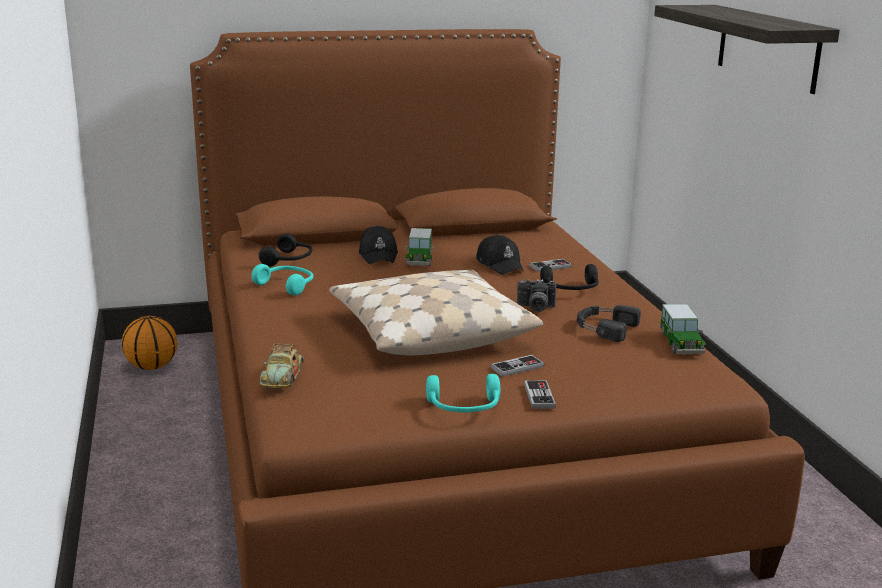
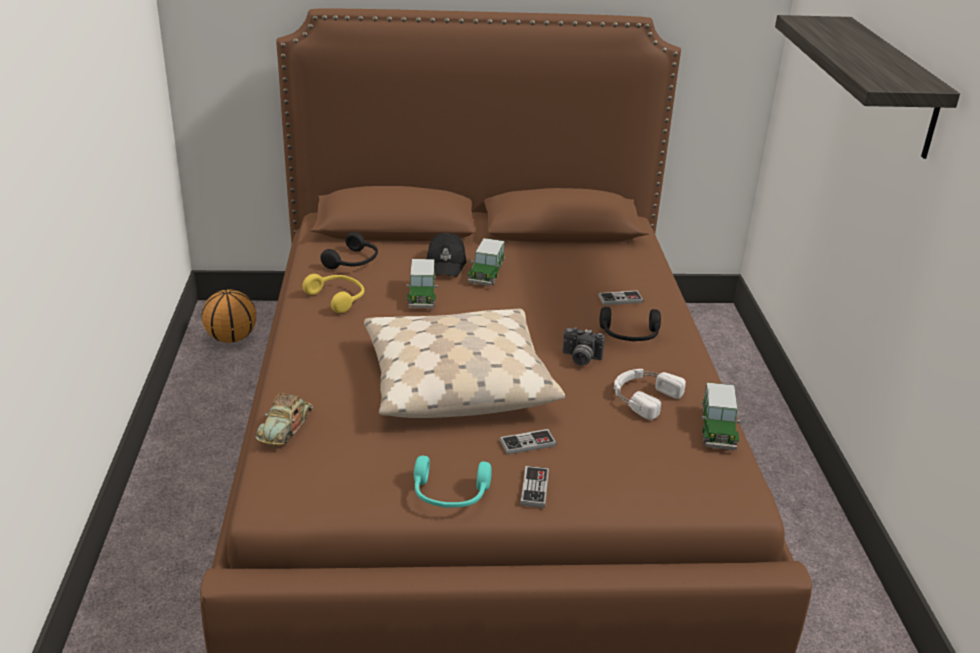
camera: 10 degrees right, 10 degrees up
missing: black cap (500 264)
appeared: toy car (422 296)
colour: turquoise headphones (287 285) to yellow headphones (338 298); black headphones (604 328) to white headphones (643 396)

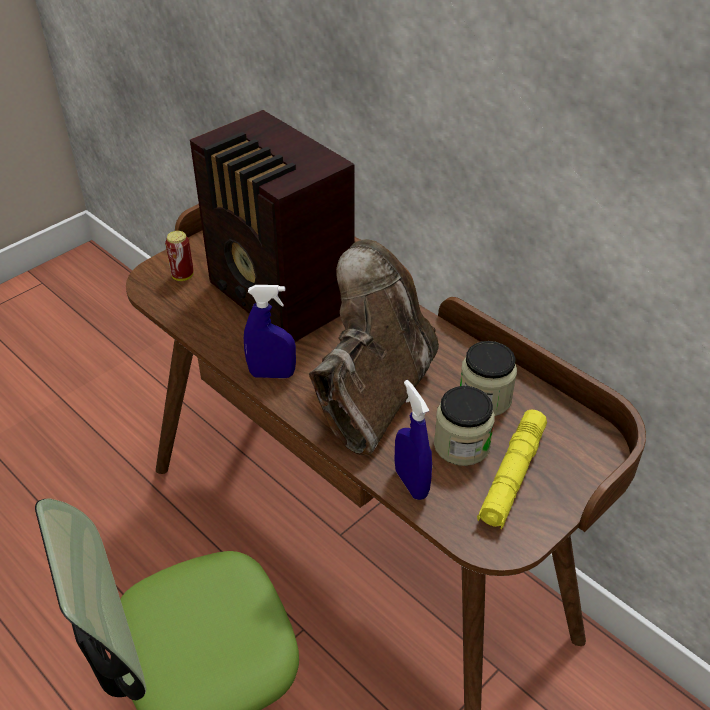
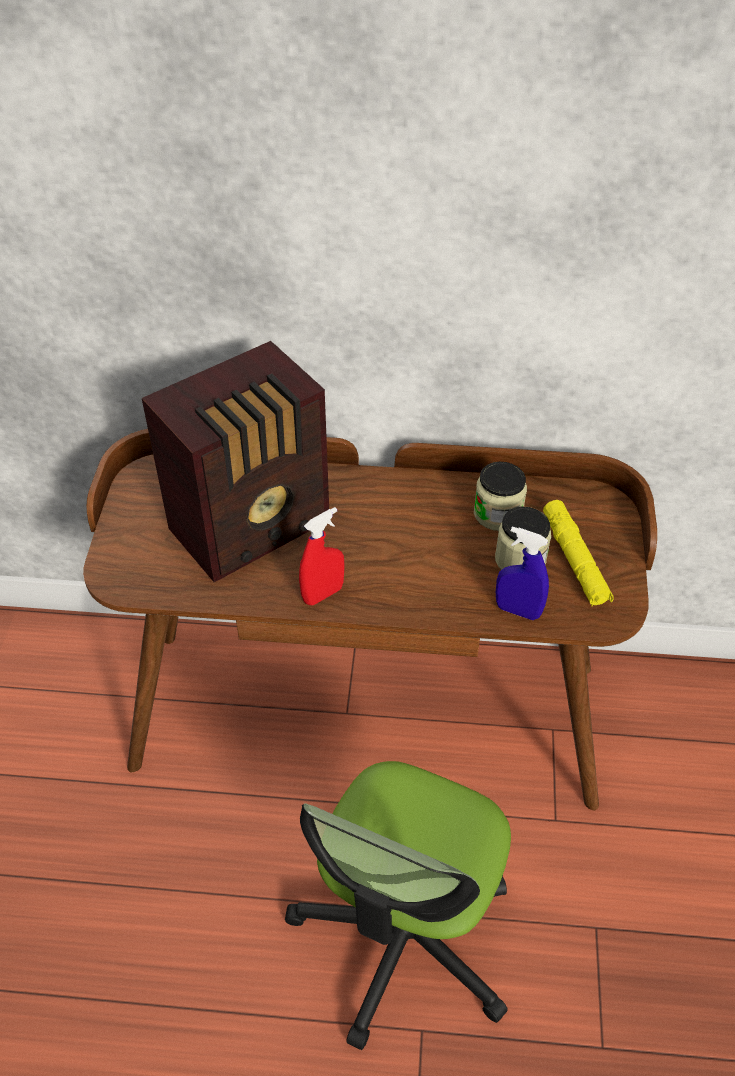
camera: 40 degrees left, 5 degrees up
missing: can (182 276); brown boot (372 395)
colour: blue spray bottle (272 374) to red spray bottle (323 594)
spun: radio (280 299) = (254 526) 45 degrees counterclockwise

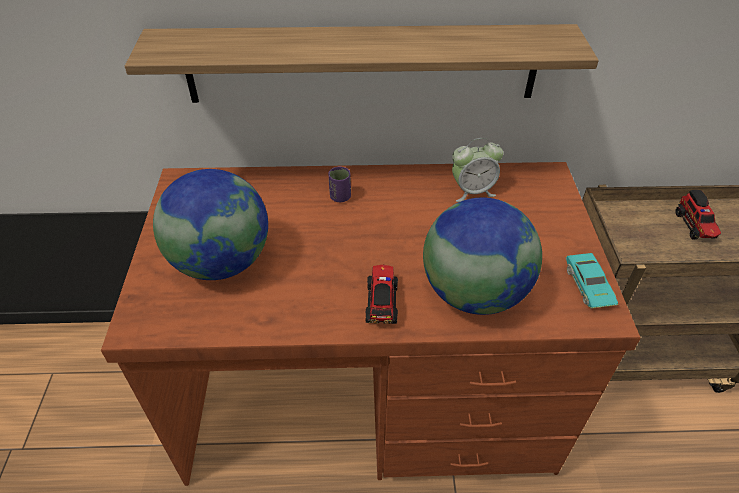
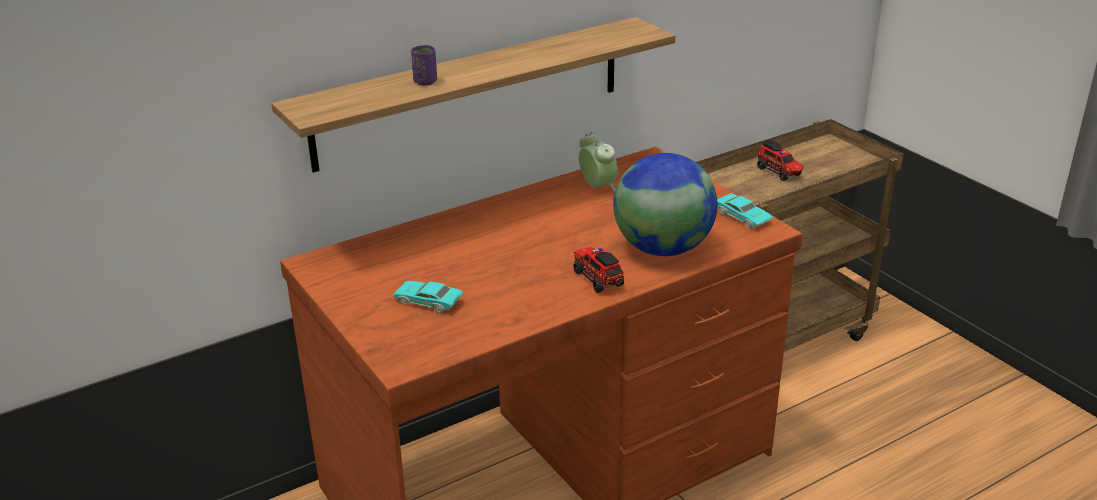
camera: 30 degrees left, 15 degrees down
relocated: purple cup (340 197) to (425 82)
exchanged: globe (221 262) to turquoise toy car (428 301)
spun: alarm clock (472 191) = (598 188) 75 degrees counterclockwise

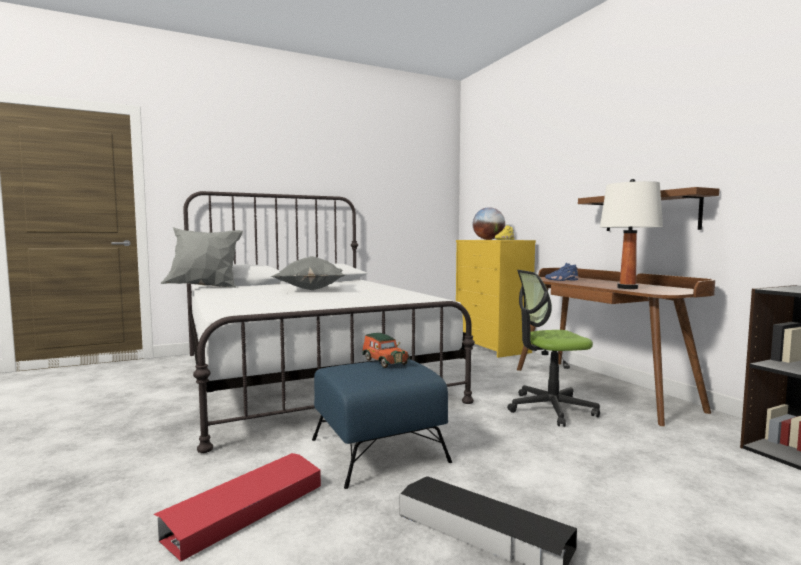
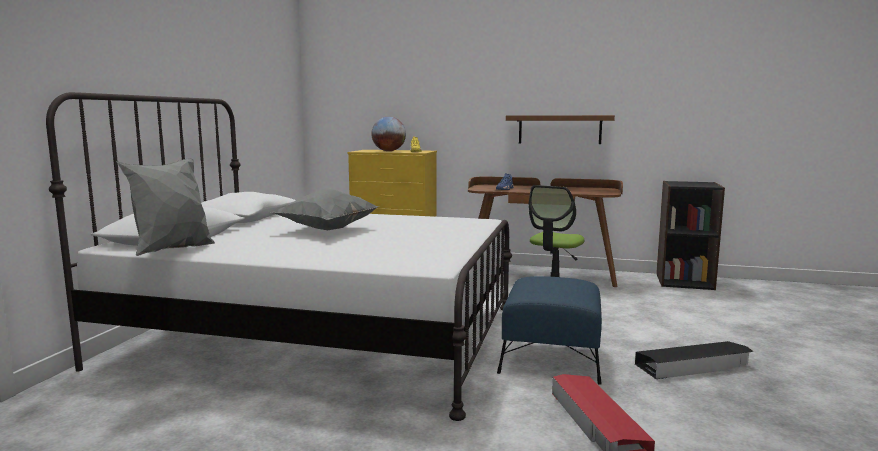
camera: 50 degrees left, 5 degrees up
missing: toy car (384 361); white table lamp (627 288)

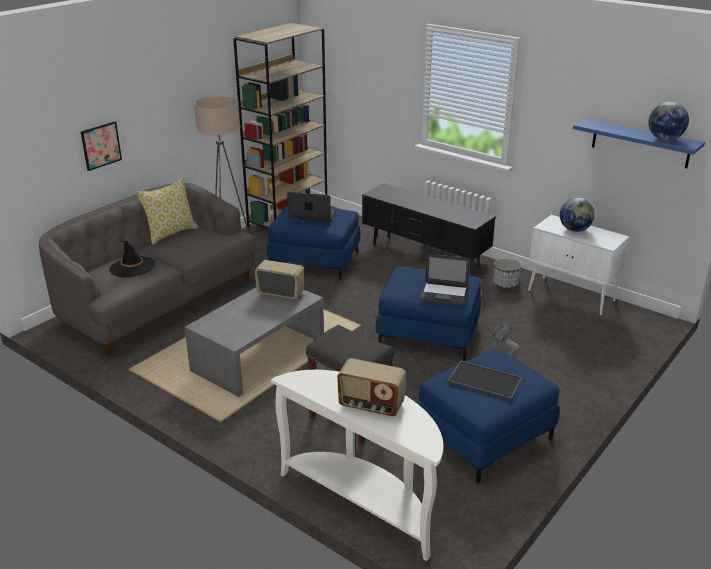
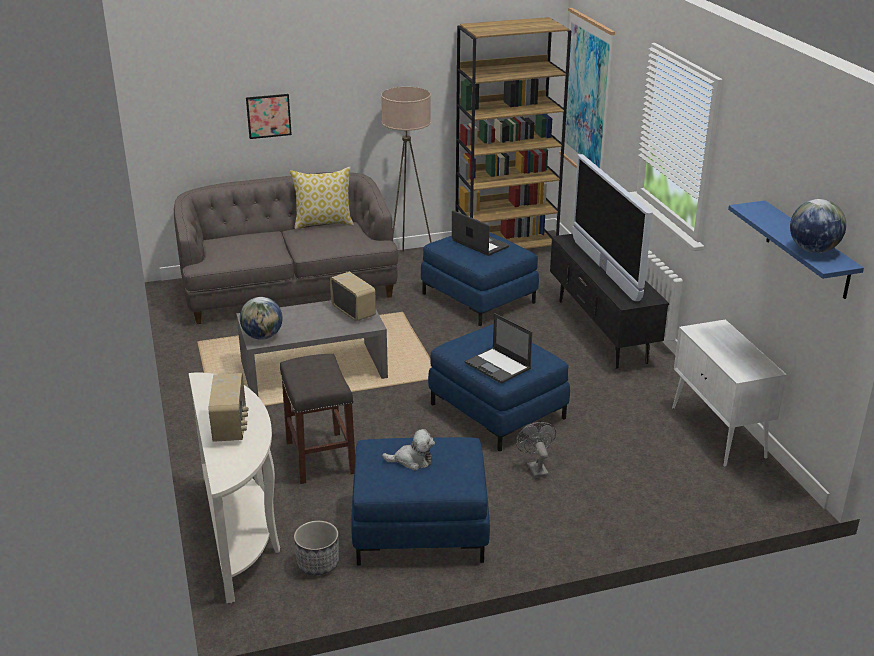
camera: 35 degrees right, 0 degrees up
missing: black hat (132 267)
appeared: picture (587 97); television (605 270)
relocated: planter (505 284) to (318 563); globe (574 230) to (263 336)
exchanged: tray (483 381) to plush toy (412 460)
spun: radio (371 405) = (231 426) 150 degrees counterclockwise

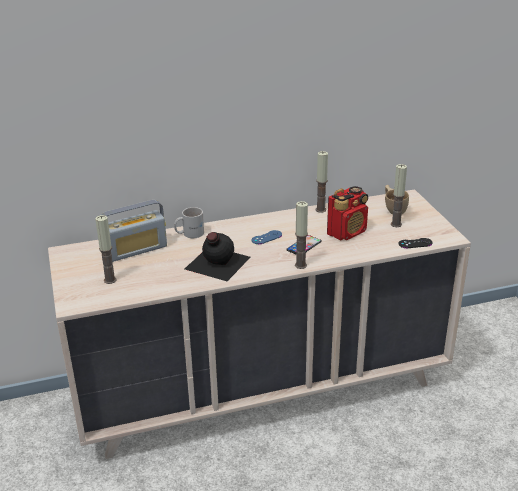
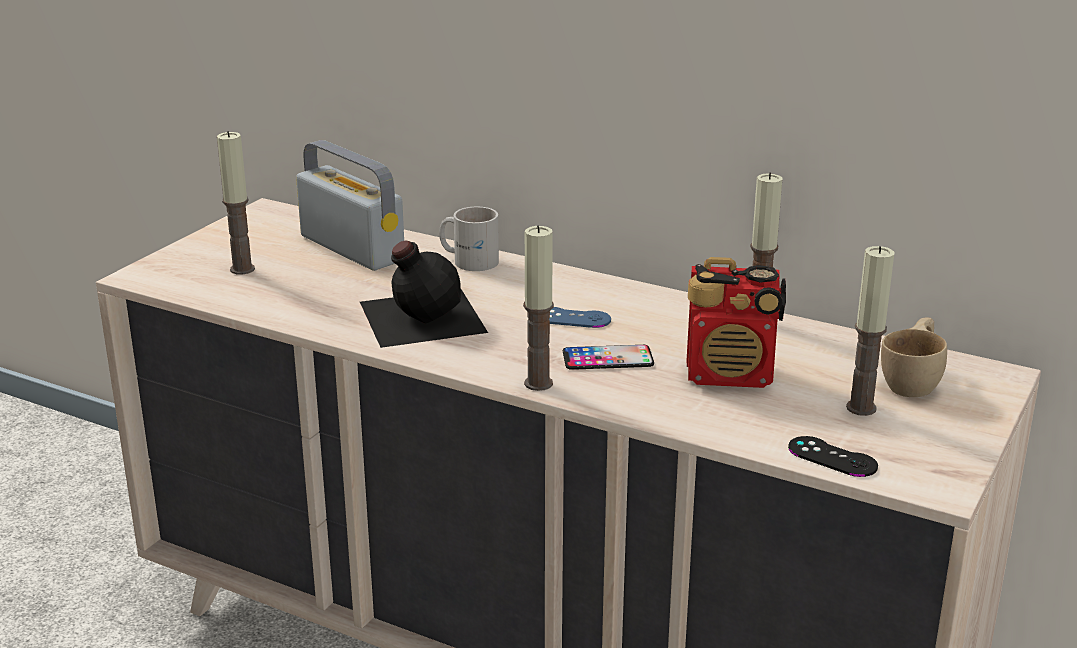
camera: 45 degrees right, 5 degrees down
spun: radio (135 250) = (351 248) 150 degrees counterclockwise

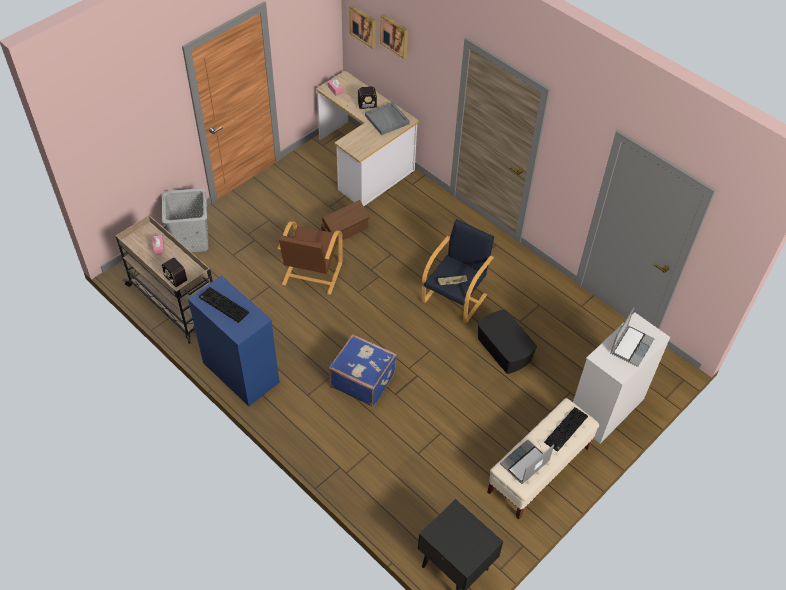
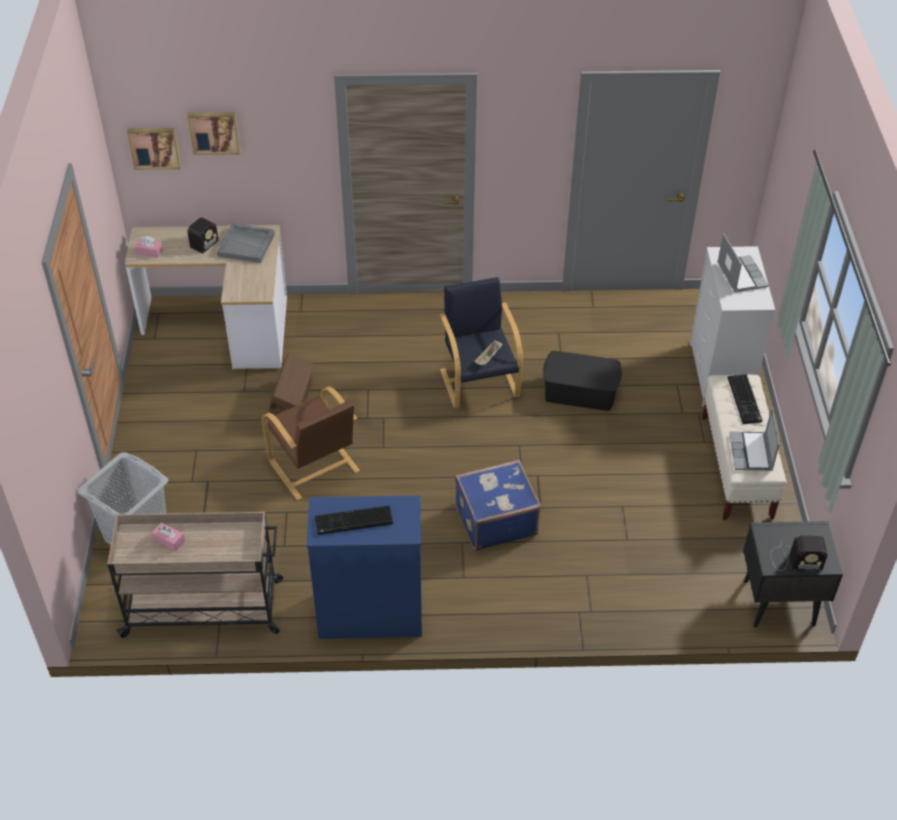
camera: 45 degrees left, 5 degrees down
relocated: radio (173 273) to (794 560)

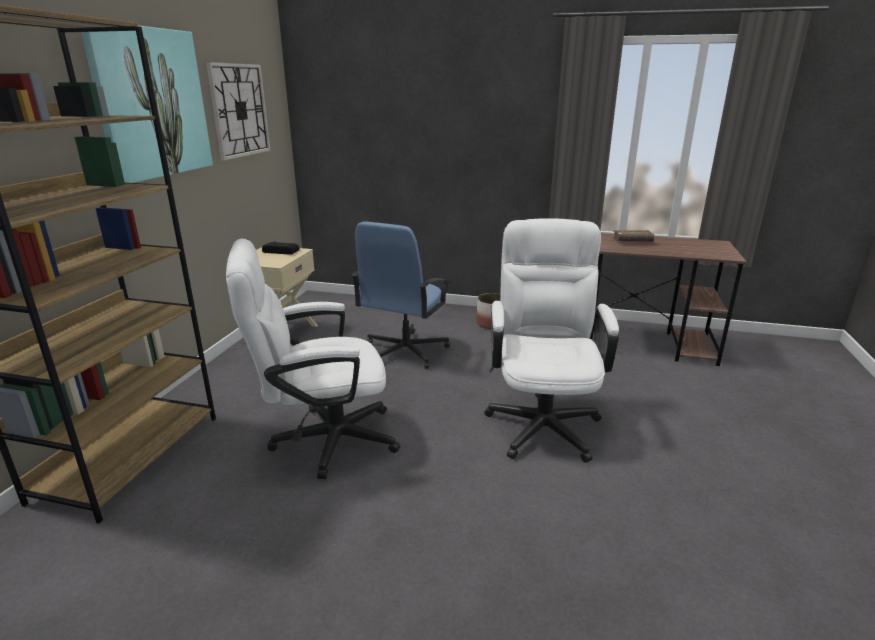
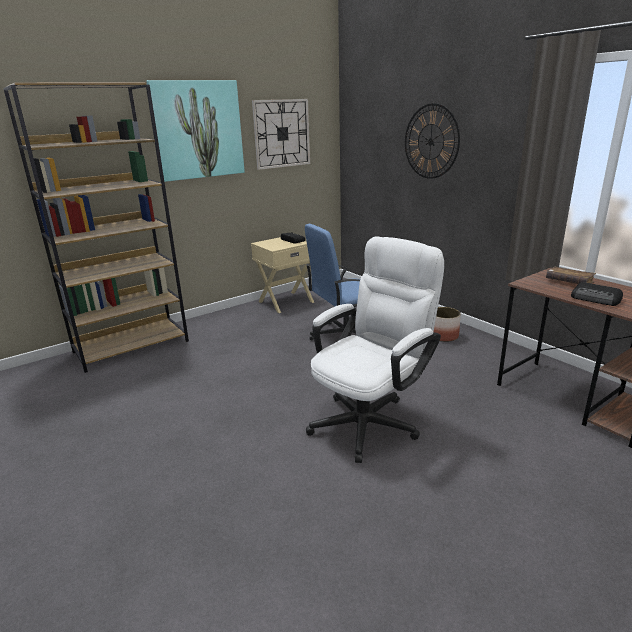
camera: 40 degrees right, 0 degrees up
missing: white office chair (323 440)
appeared: wall clock (431 141); radio (596 298)

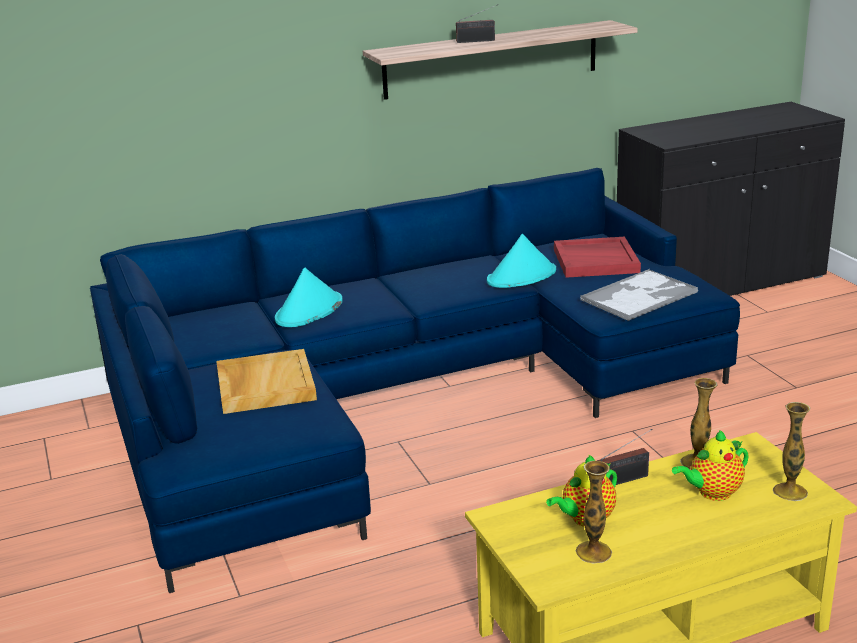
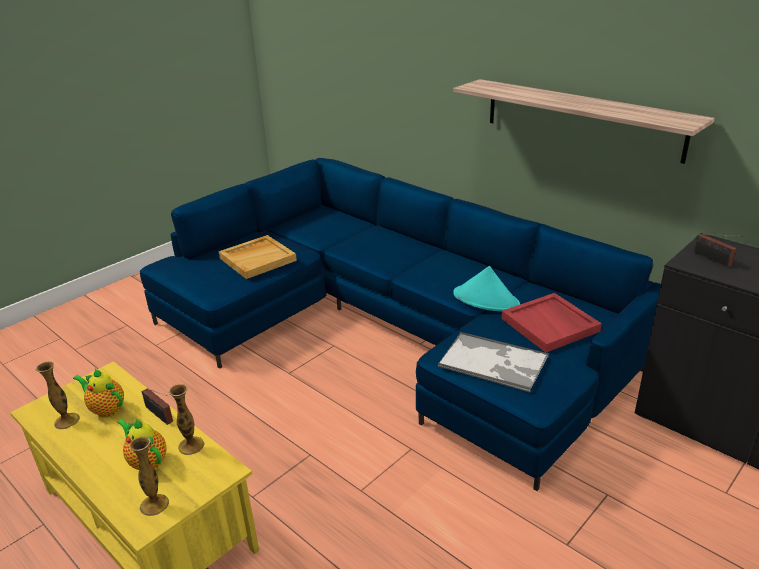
camera: 65 degrees right, 5 degrees up
missing: turquoise hat (309 311)
relocated: radio (478 41) to (713 260)

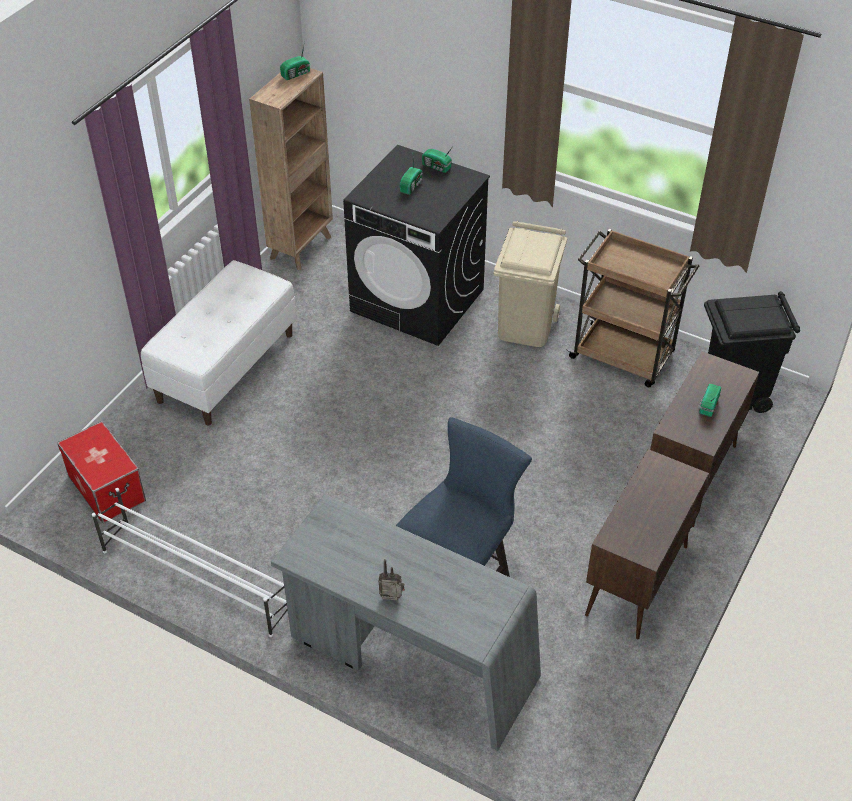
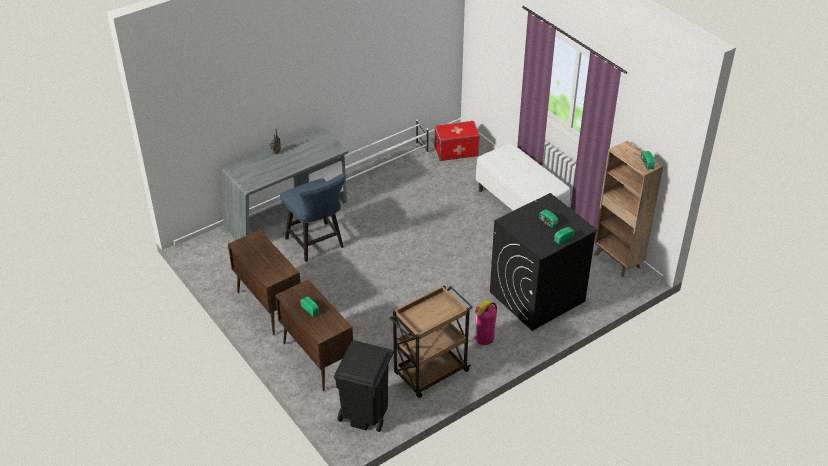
camera: 115 degrees right, 5 degrees down
exchanged: beige trash can (526 327) to fire extinguisher (484 337)

